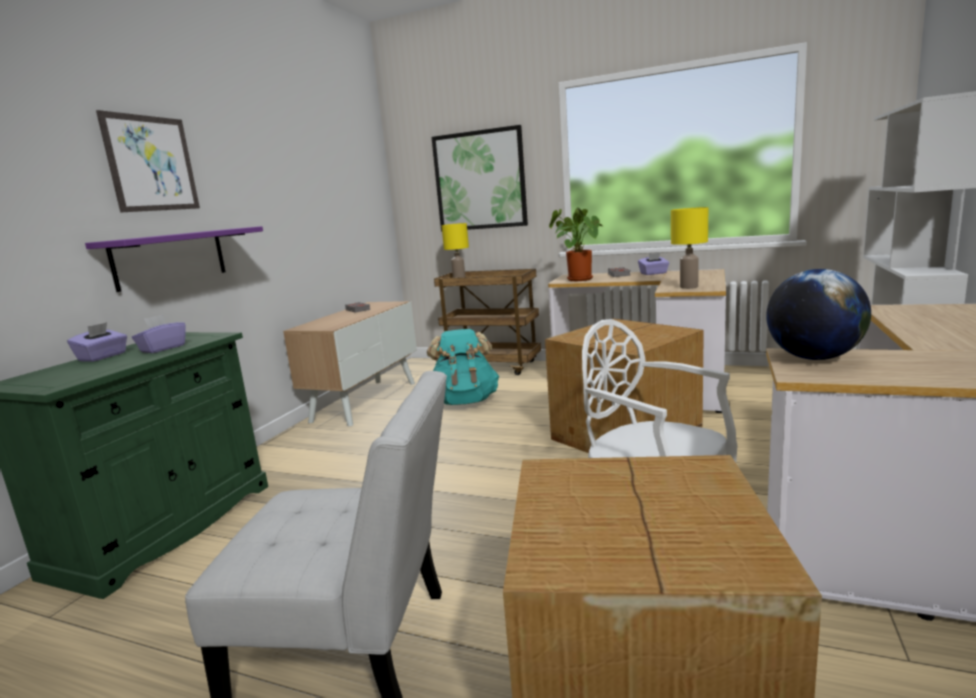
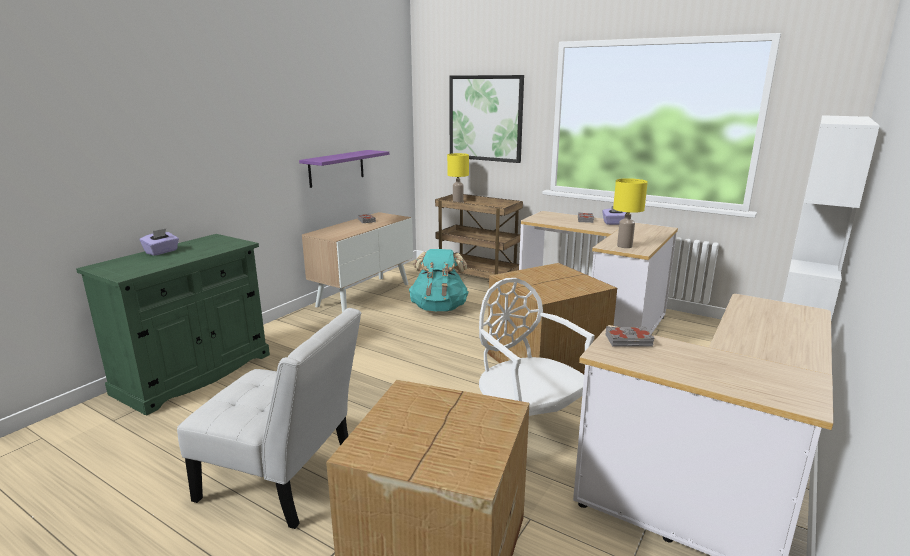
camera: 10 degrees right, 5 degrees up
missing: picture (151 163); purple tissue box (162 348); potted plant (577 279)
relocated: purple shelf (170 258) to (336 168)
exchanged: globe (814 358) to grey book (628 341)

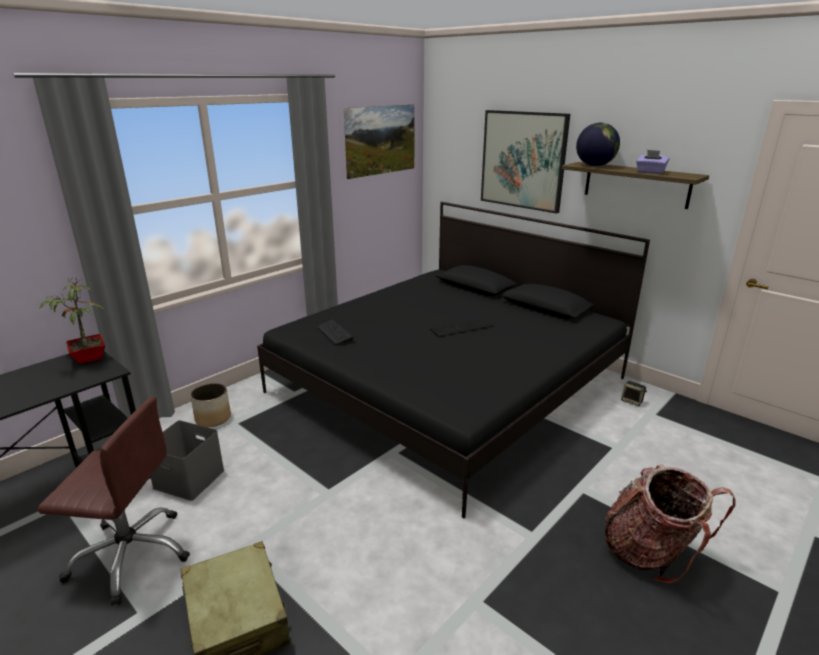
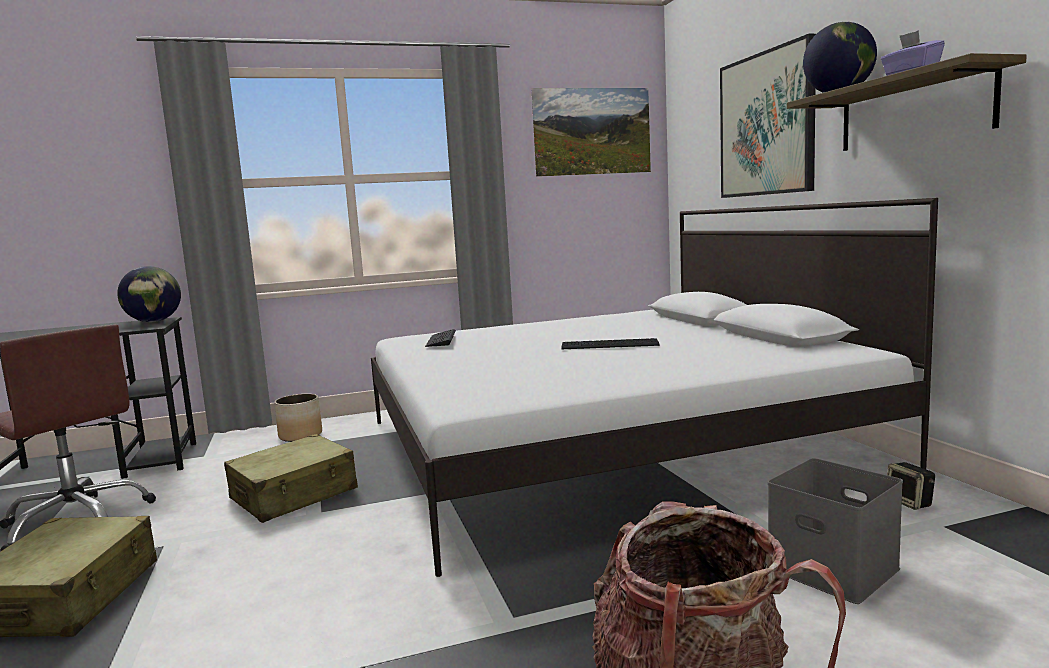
camera: 30 degrees right, 15 degrees down
appeared: beige suitcase (294 495)
relocated: grey storage box (191 478) to (836 568)
exchanged: potted plant (87 359) to globe (154 321)
colour: black bed (448 385) to white bed (605 444)

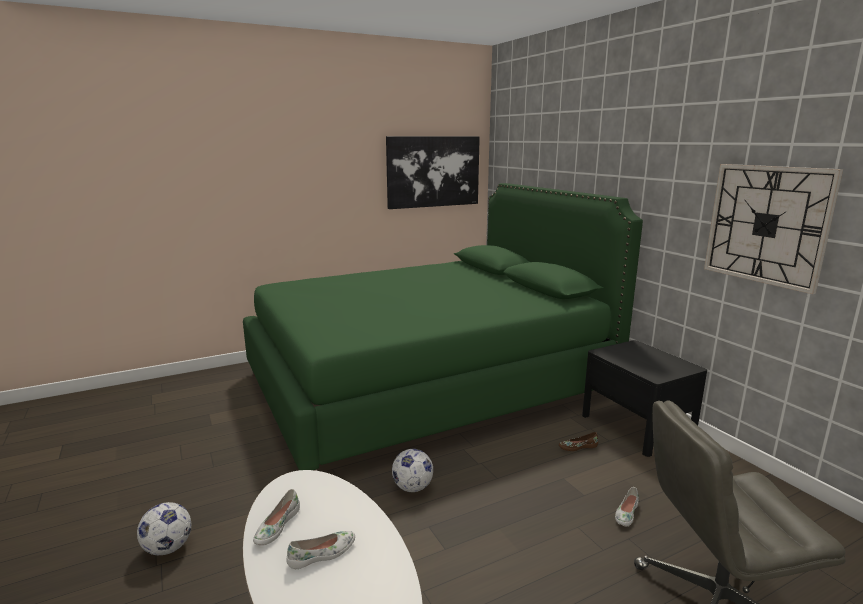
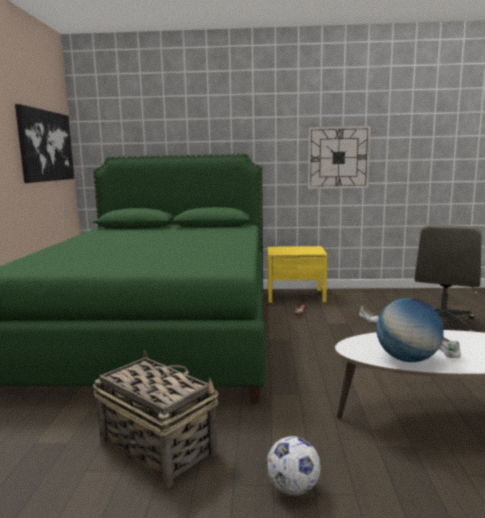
camera: 60 degrees left, 5 degrees down
missing: football (413 487)
appeared: basket (156 446)
exchanged: white shoe (276 526) to globe (407 359)
colour: black nightstand (636 426) to yellow nightstand (295 296)

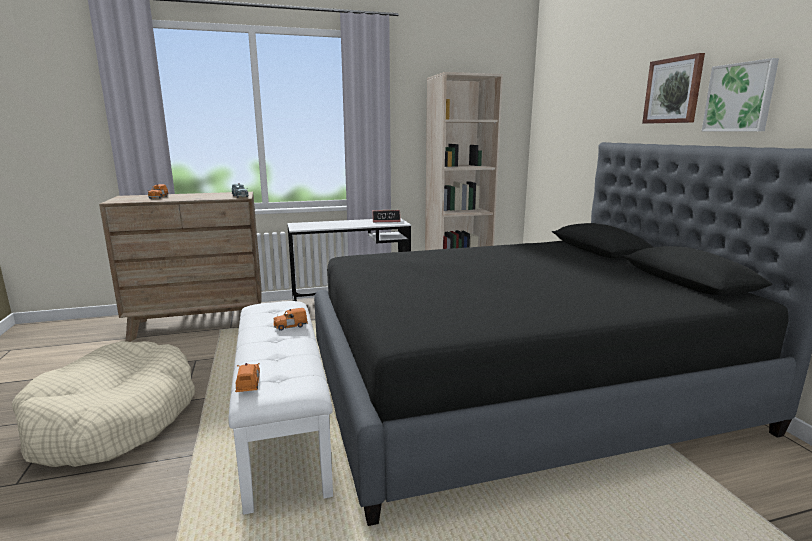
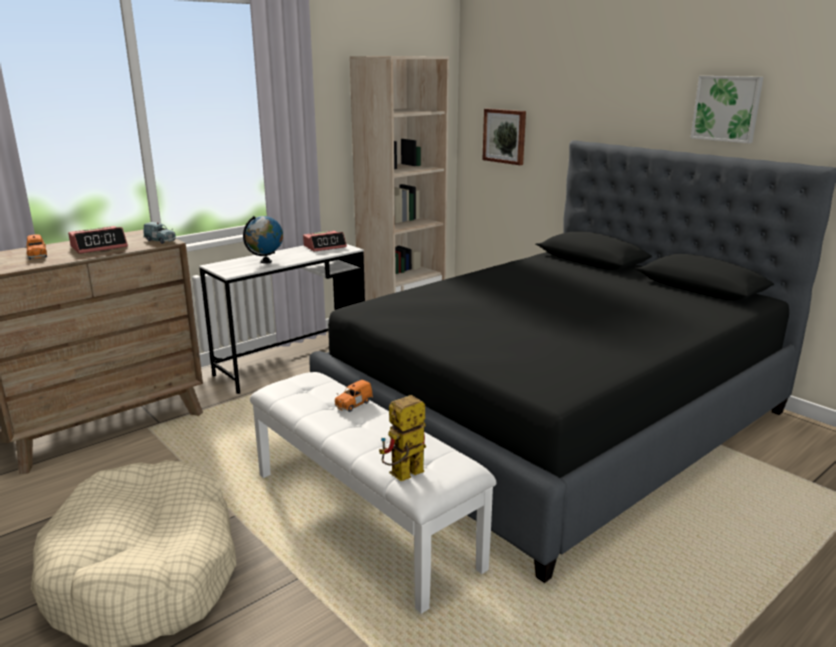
camera: 25 degrees left, 5 degrees up
appeared: alarm clock (99 247); globe (266 262)
relocated: picture (673 91) to (505 136)
exchanged: orange toy car (248 384) to toy robot (402 476)

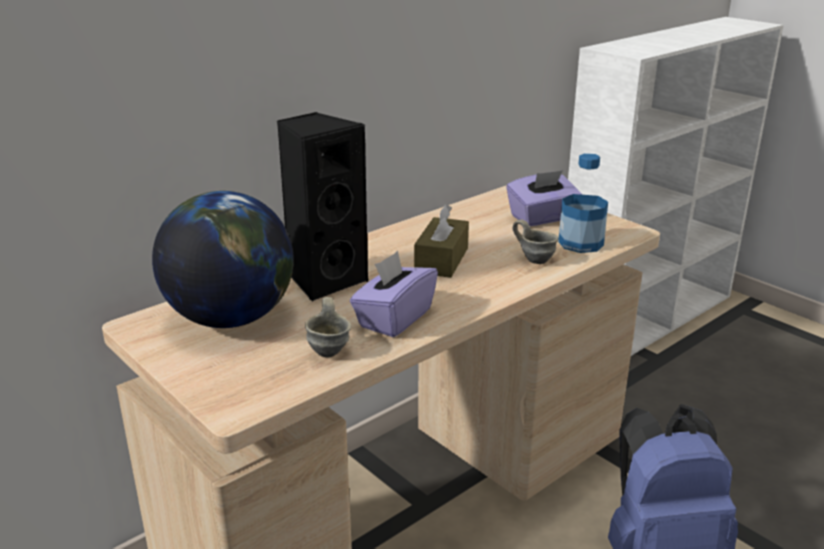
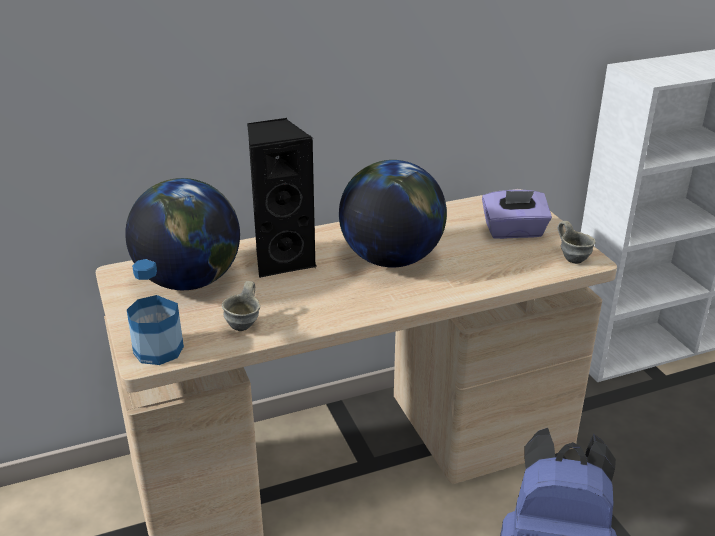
camera: 20 degrees right, 5 degrees up
missing: purple tissue box (394 318)
relocated: grey mug (535 259) to (573 258); bottle (580 243) to (158 350)
exchanged: brown tissue box (441 260) to globe (391 259)

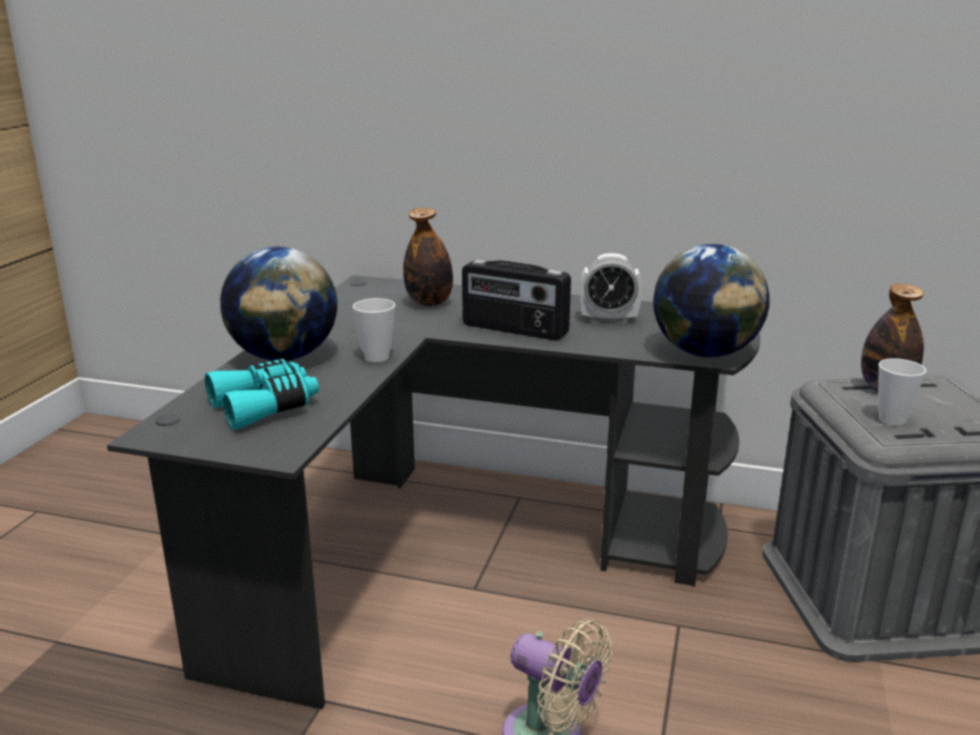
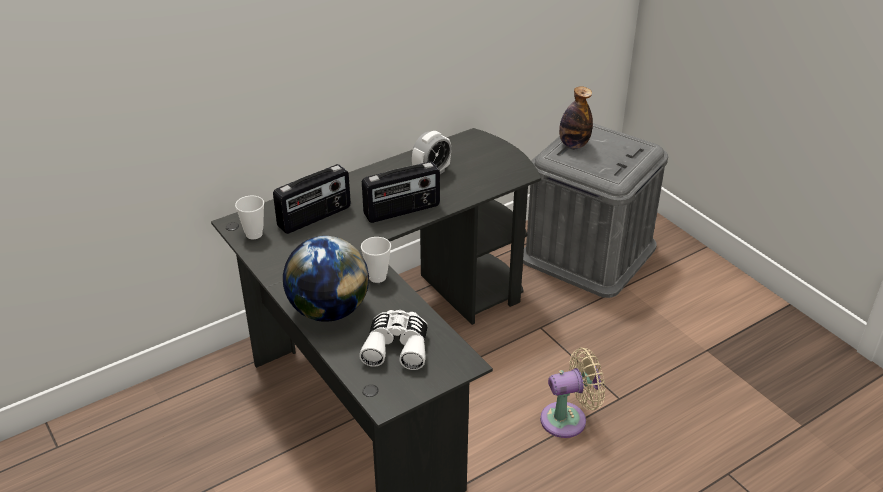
camera: 50 degrees left, 15 degrees up
missing: globe (705 353)
relocated: cup (892 420) to (254 234)
exchanged: bottle (429 303) to radio (315 217)
colour: turquoise binoculars (265 406) to white binoculars (397 346)

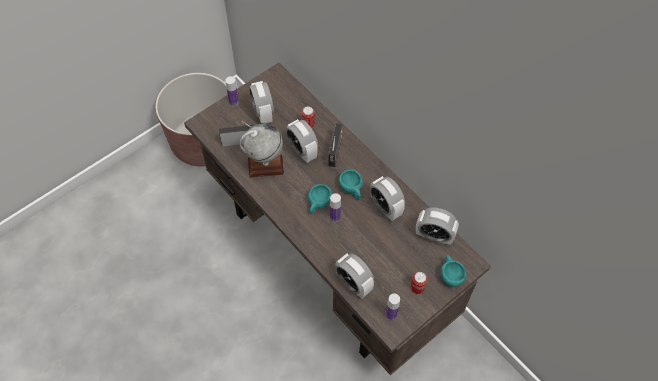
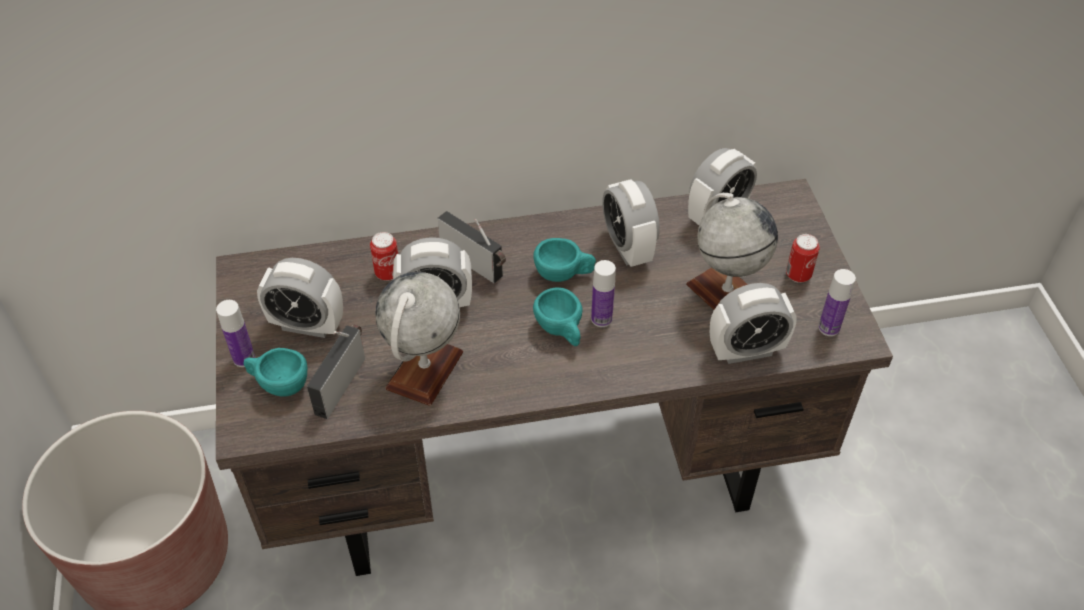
camera: 60 degrees left, 10 degrees down
appeared: globe (725 294)
relocated: turquoise cup (450 275) to (278 384)
spun: alarm clock (385 207) = (628 248) 75 degrees clockwise

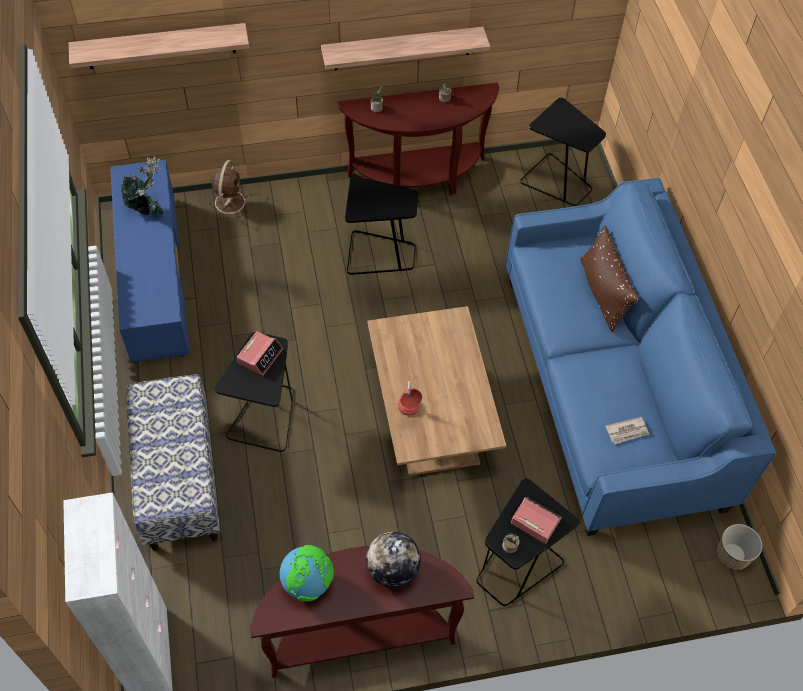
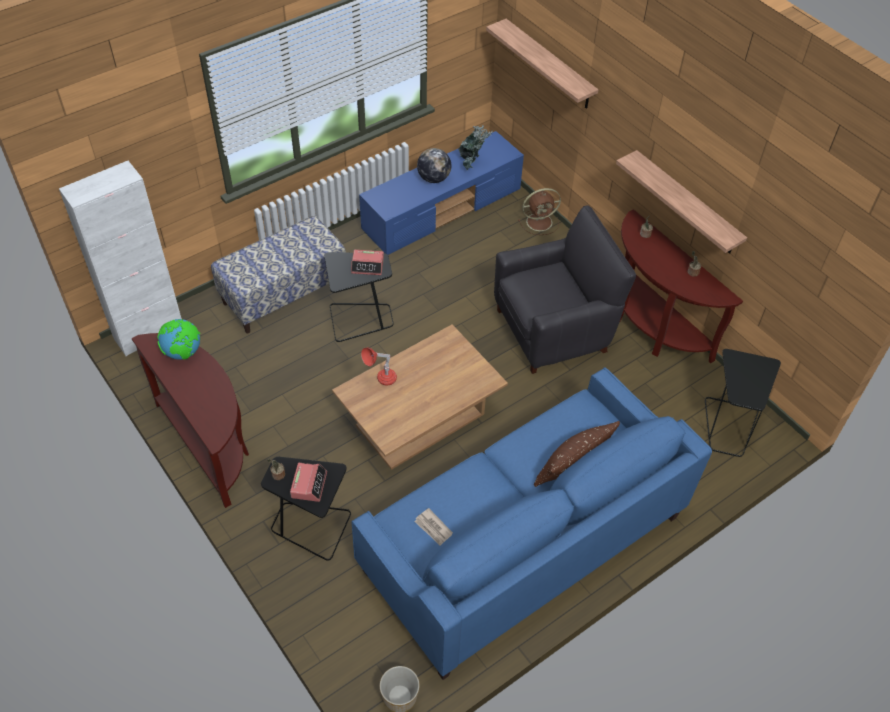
camera: 65 degrees right, 5 degrees down
relocated: globe (392 570) to (433 178)
exchanged: black side table (379 254) to black armchair (554 330)

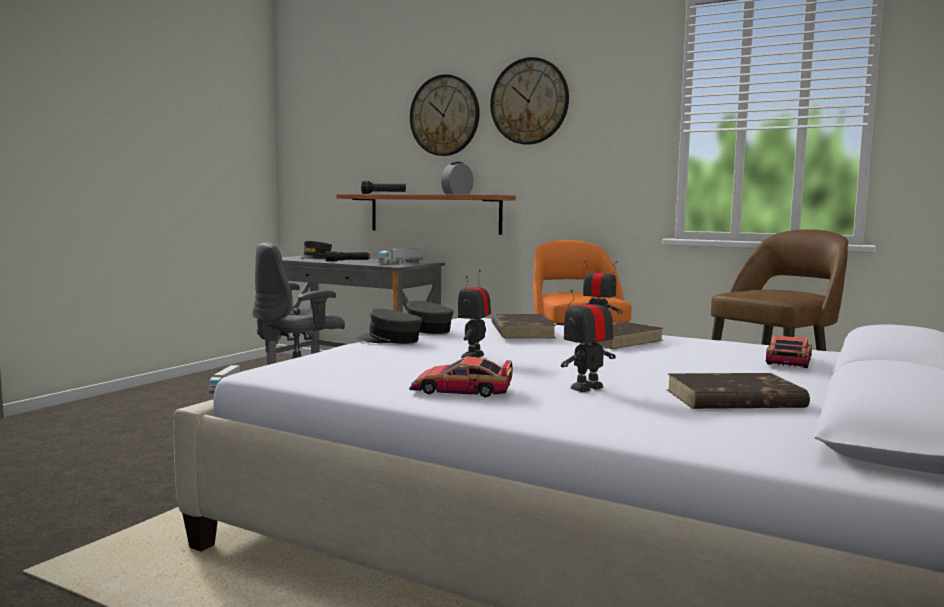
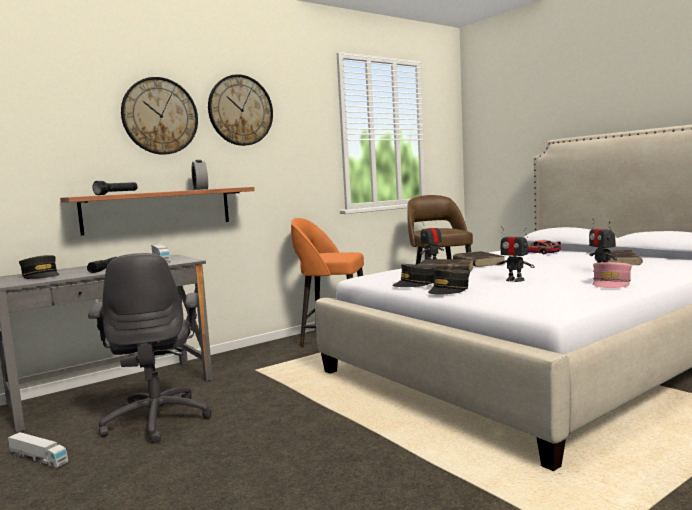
camera: 65 degrees left, 0 degrees up
exchanged: toy car (461 390) to pink cap (611 283)

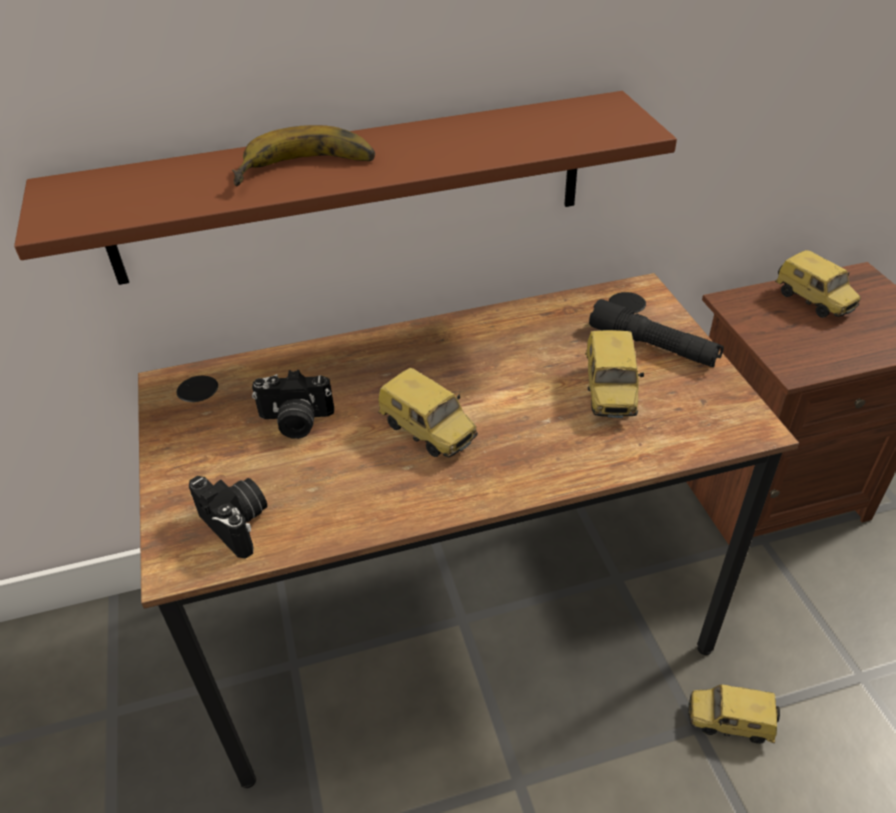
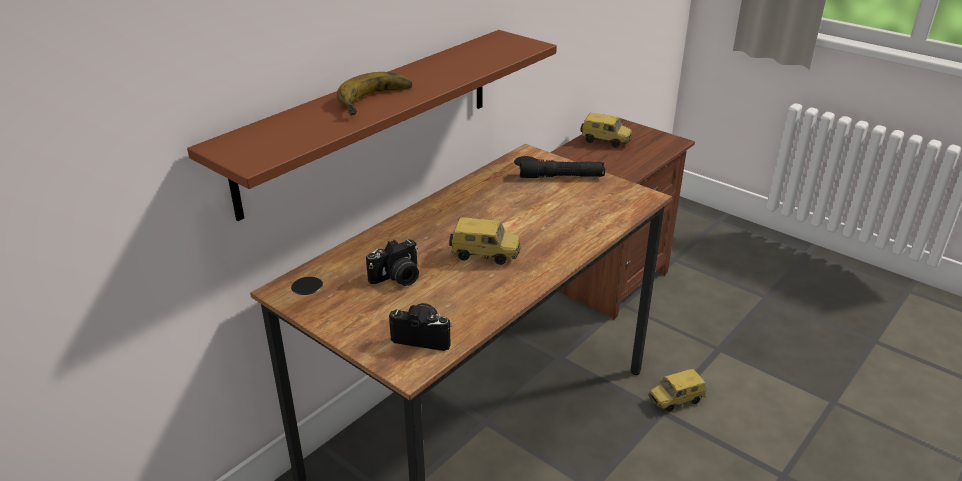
camera: 35 degrees left, 10 degrees down
missing: toy car (611 393)

